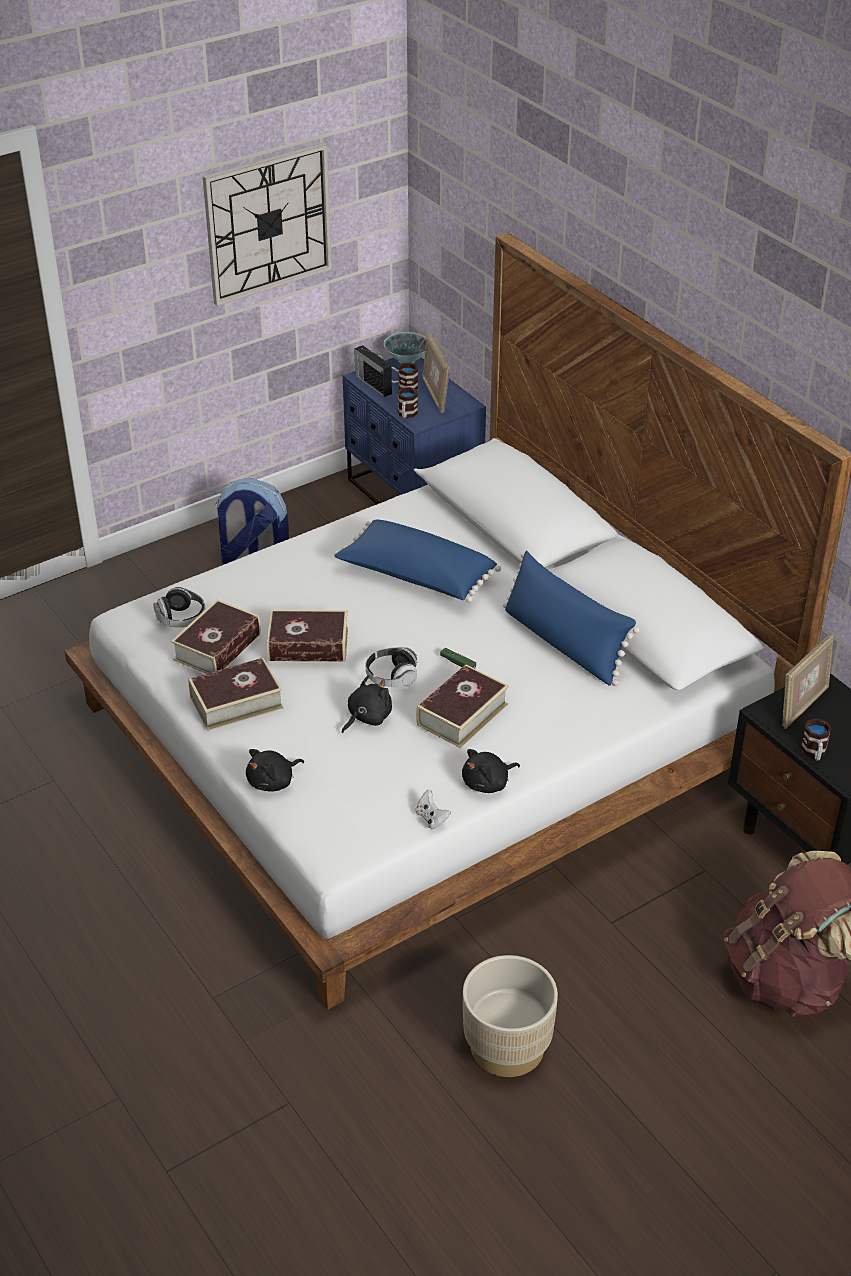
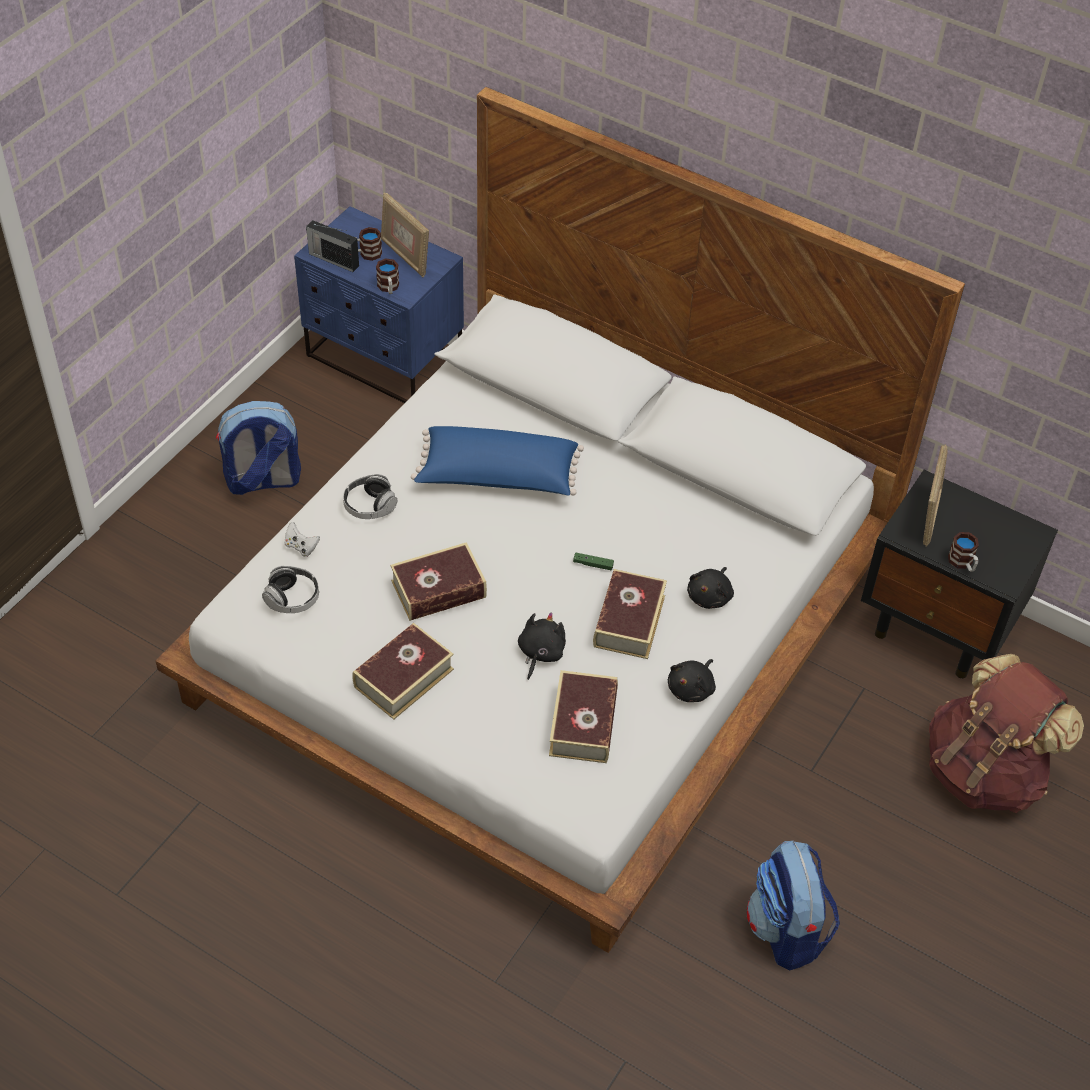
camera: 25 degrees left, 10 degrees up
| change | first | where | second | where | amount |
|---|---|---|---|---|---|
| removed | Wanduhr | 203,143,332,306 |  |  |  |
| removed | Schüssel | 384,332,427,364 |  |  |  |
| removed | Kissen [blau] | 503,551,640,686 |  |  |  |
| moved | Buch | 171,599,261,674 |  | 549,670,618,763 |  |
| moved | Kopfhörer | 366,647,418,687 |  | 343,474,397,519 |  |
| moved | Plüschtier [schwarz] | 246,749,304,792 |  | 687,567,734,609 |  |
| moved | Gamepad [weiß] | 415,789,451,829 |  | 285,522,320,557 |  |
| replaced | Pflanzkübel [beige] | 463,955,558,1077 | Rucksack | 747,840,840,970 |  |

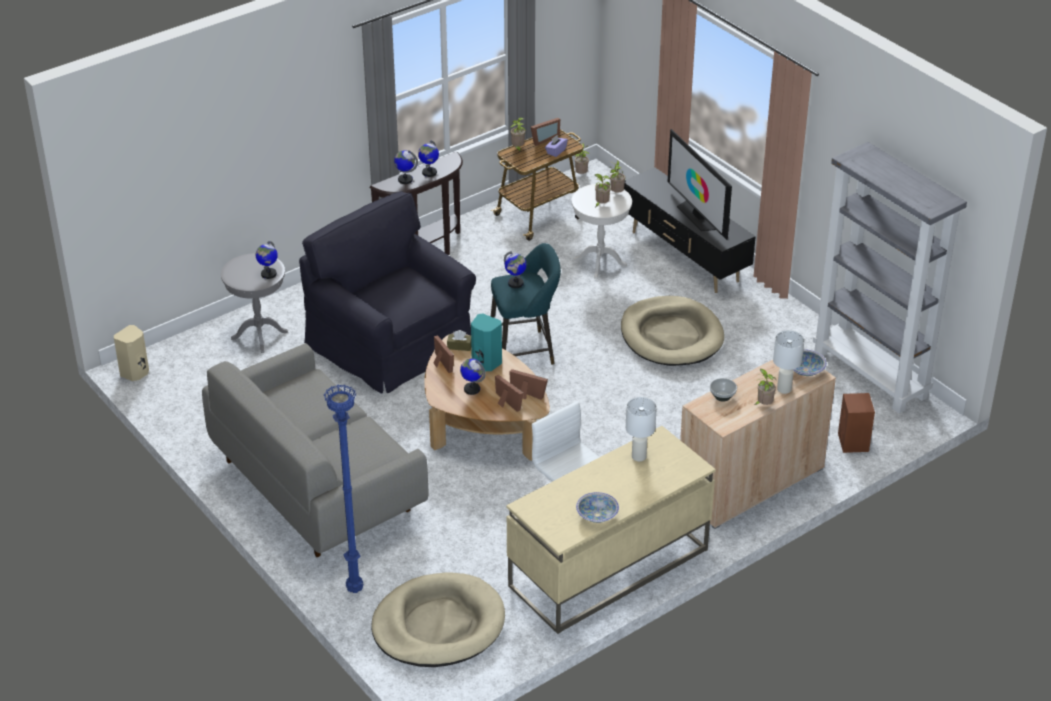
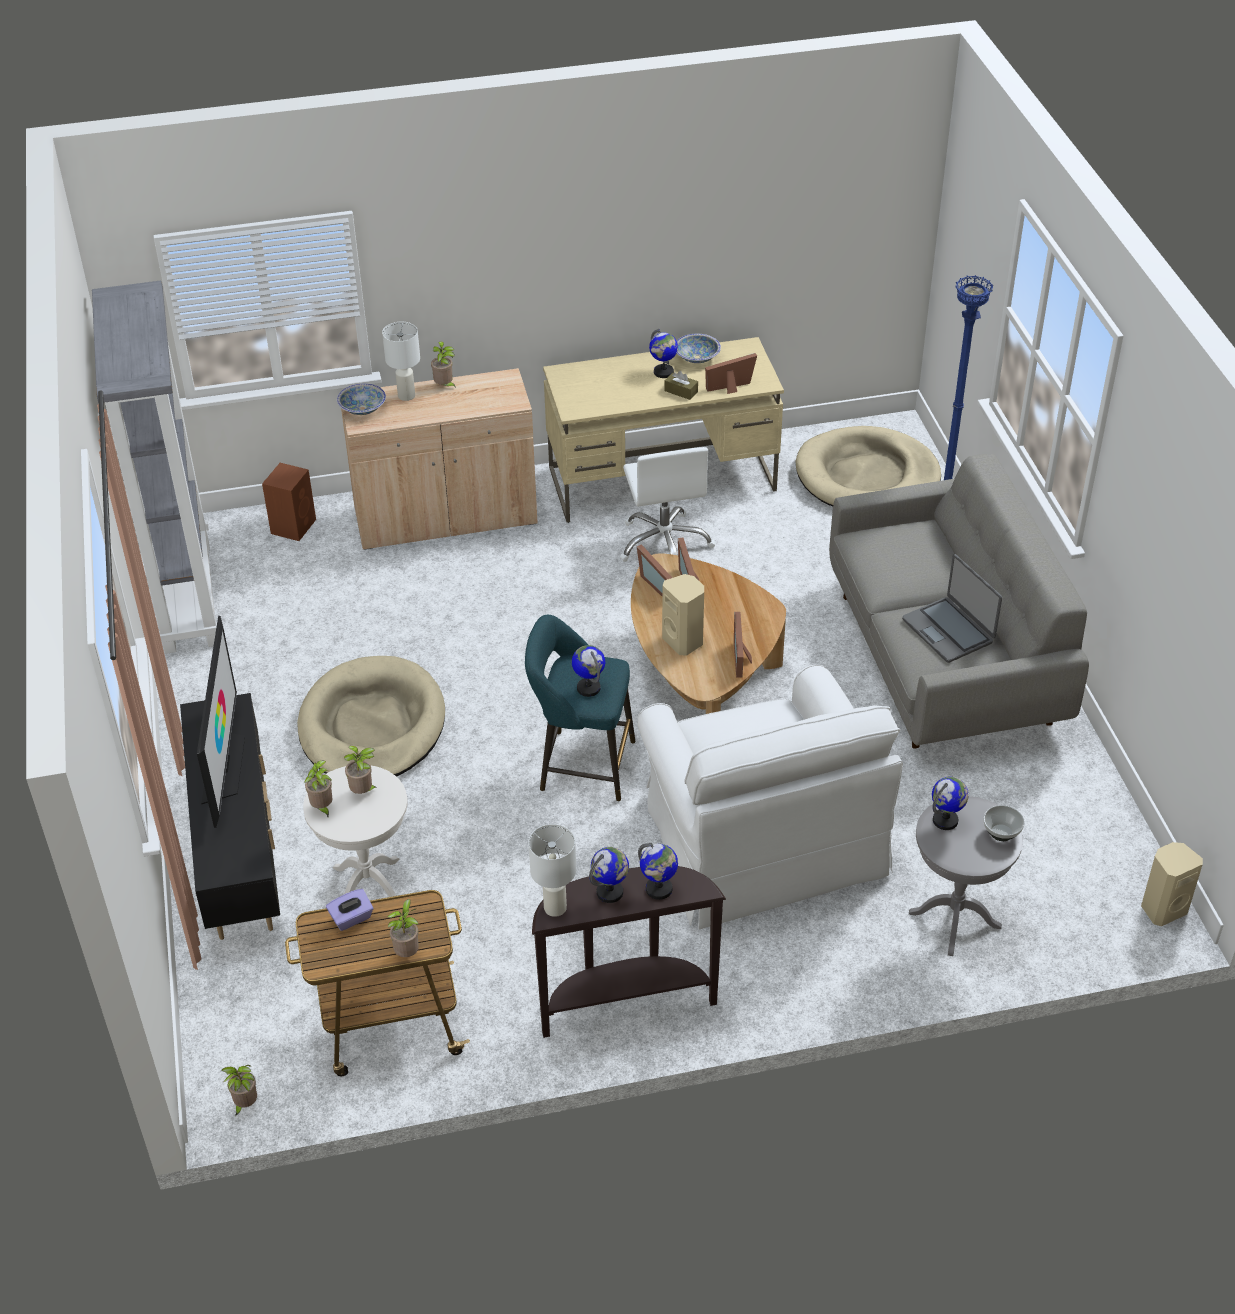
camera: 155 degrees left, 5 degrees up
| change | first | where | second | where | amount |
|---|---|---|---|---|---|
| moved | Bilderrahmen | 531,118,560,146 |  | 705,353,757,394 |  |
| recoloured | Sessel [schwarz] | 299,191,476,394 | Sessel [weiß] | 637,665,903,929 |  |
| recoloured | Lautsprecher [türkis] | 471,313,502,371 | Lautsprecher [beige] | 662,574,704,656 |  |
| moved | Taschentuchbox [braun] | 447,330,471,351 |  | 664,371,698,400 |  |
| moved | Globus | 460,358,486,395 |  | 649,329,678,378 |  |
| moved | Schüssel | 710,378,737,402 |  | 983,805,1025,841 |  |
| moved | Tischlampe [weiß] | 626,397,657,461 |  | 529,824,576,917 |  |
| added |  |  | Laptop | 902,554,1002,663 |  |

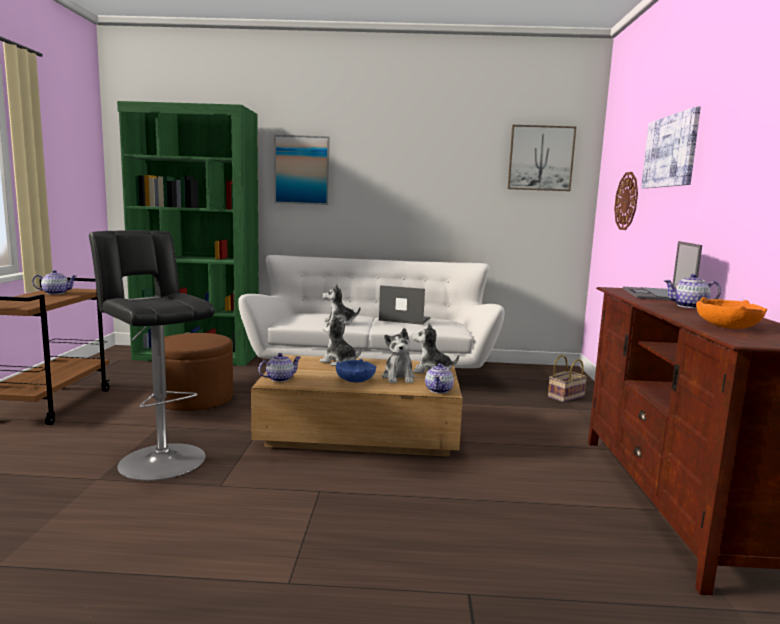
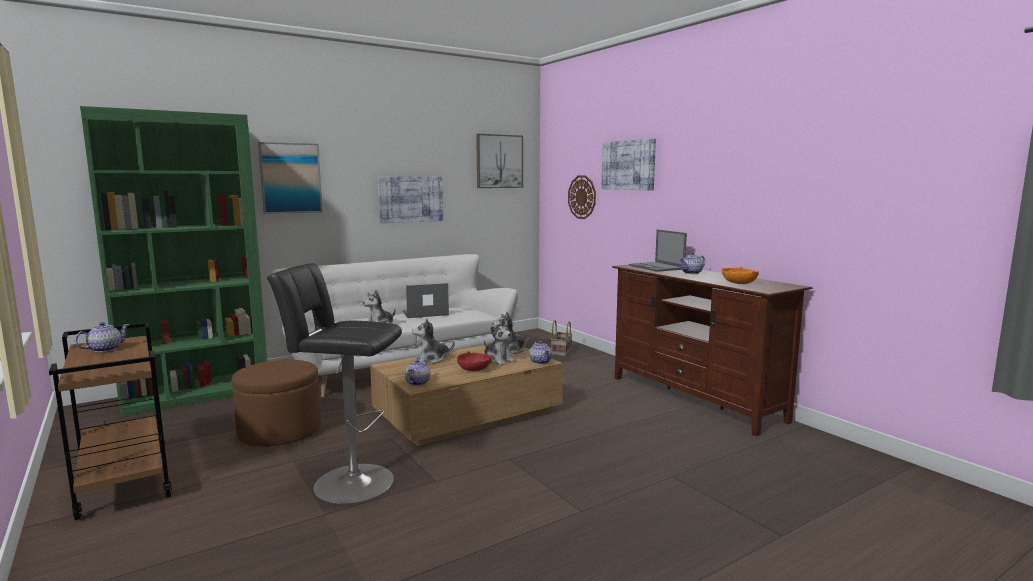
camera: 35 degrees left, 0 degrees up
| change | first | where | second | where | amount |
|---|---|---|---|---|---|
| recoloured | Schüssel [blau] | 336,359,376,383 | Schüssel [rot] | 457,351,492,371 |  |
| added |  |  | Bild | 378,176,443,223 |  |

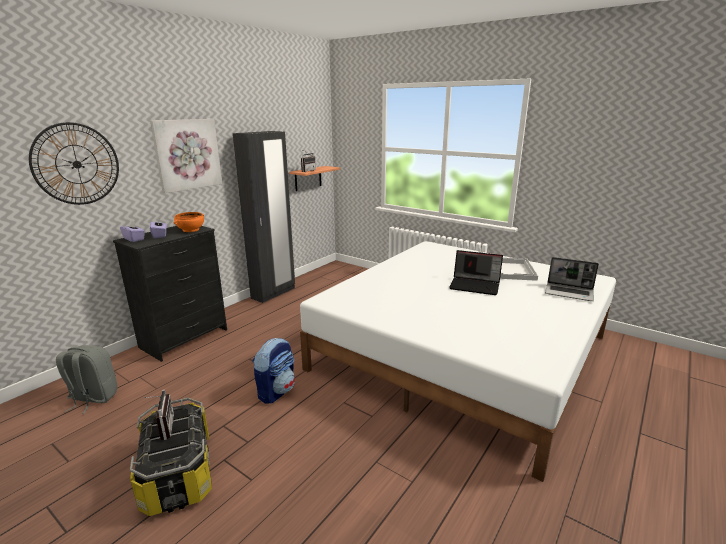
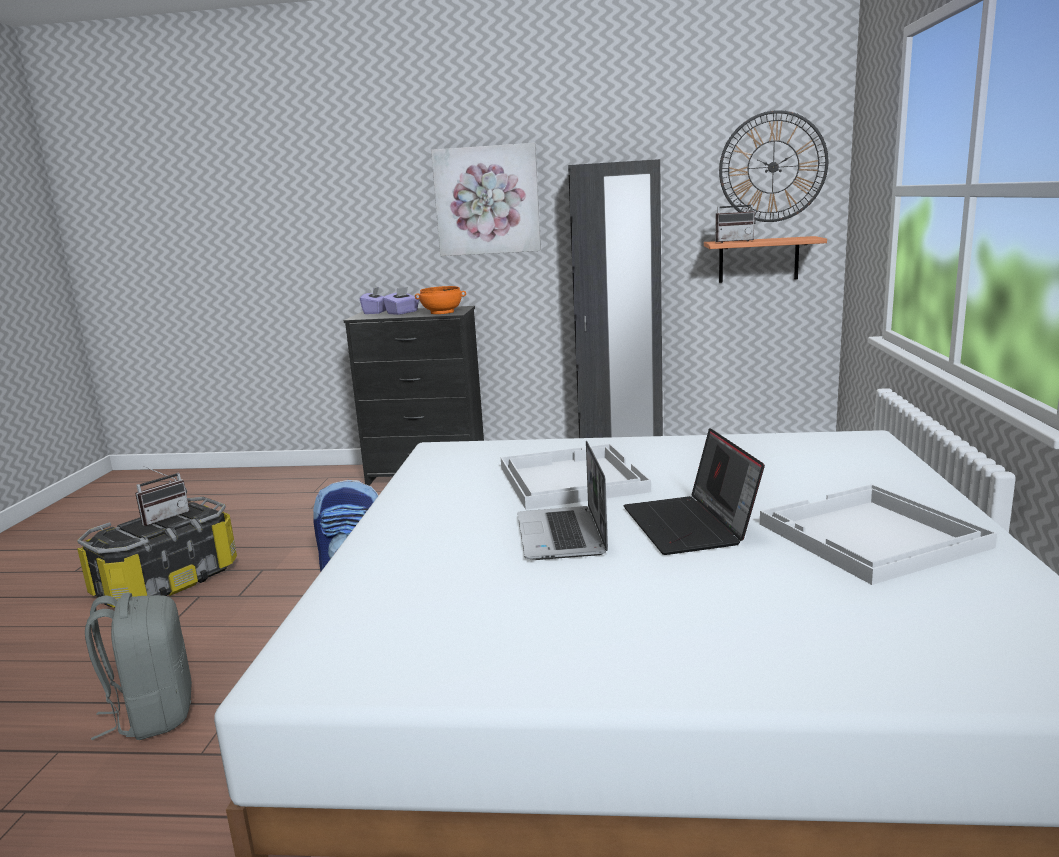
camera: 60 degrees right, 5 degrees down
| change | first | where | second | where | amount |
|---|---|---|---|---|---|
| moved | Wanduhr | 29,122,119,205 |  | 719,110,828,222 |  |
| moved | Laptop | 545,257,599,301 |  | 517,441,608,560 |  |
| moved | Rucksack [grau] | 56,345,117,414 |  | 85,593,192,740 |  |
| added |  |  | Tablett [weiß] | 501,444,651,510 |  |

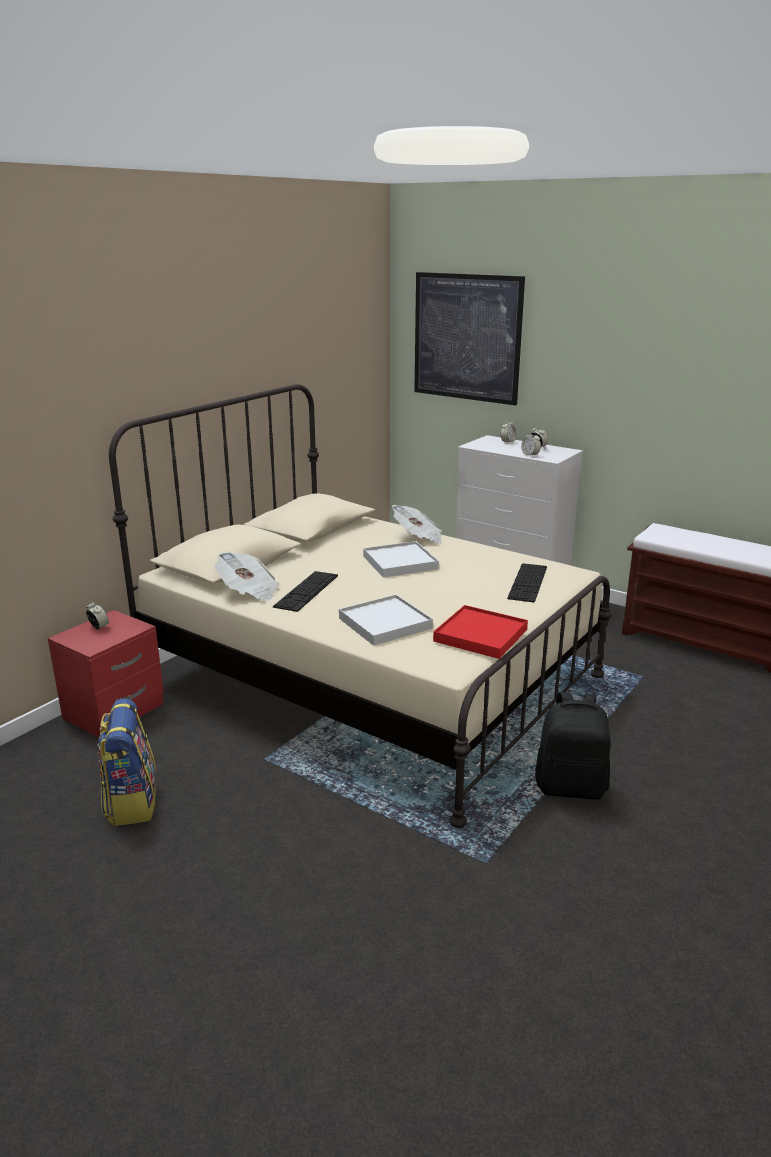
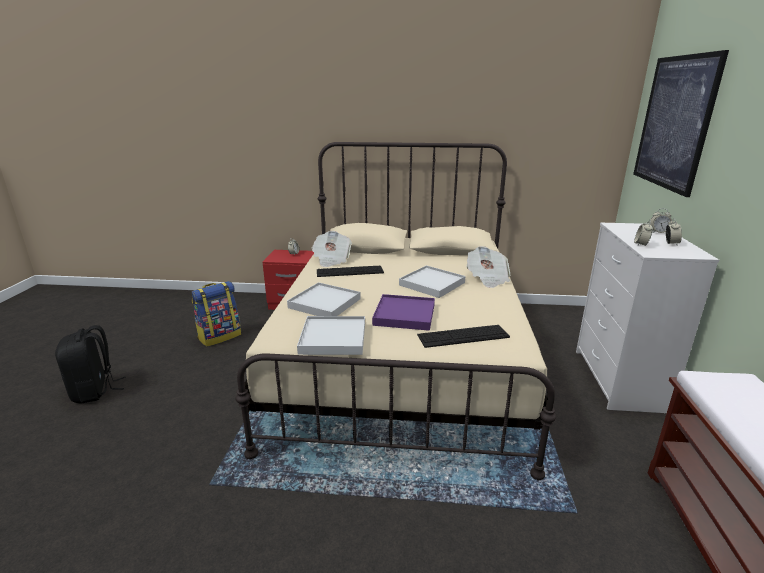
camera: 60 degrees right, 0 degrees up
| change | first | where | second | where | amount |
|---|---|---|---|---|---|
| recoloured | Tablett [rot] | 433,605,528,659 | Tablett [weiß] | 297,316,365,355 |  |
| moved | Rucksack [schwarz] | 535,692,611,800 |  | 55,325,126,403 |  |
| added |  |  | Tablett [lila] | 372,294,435,331 |  |

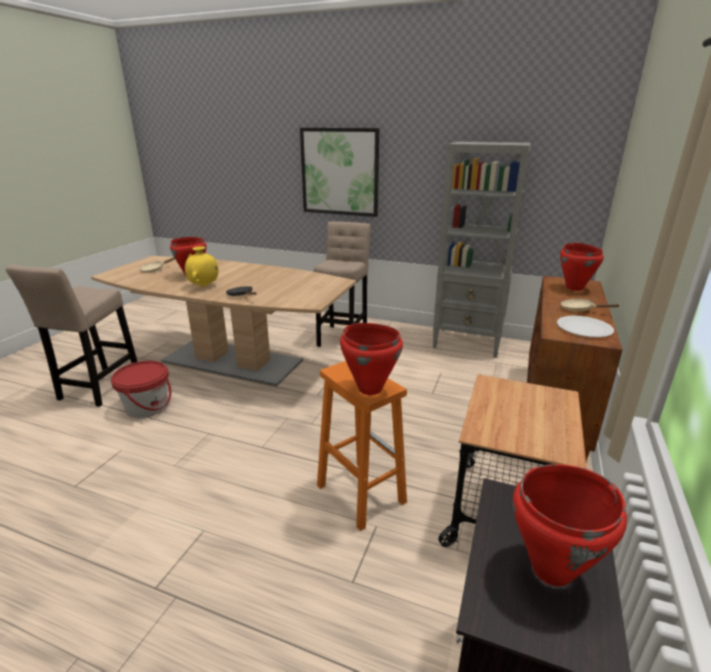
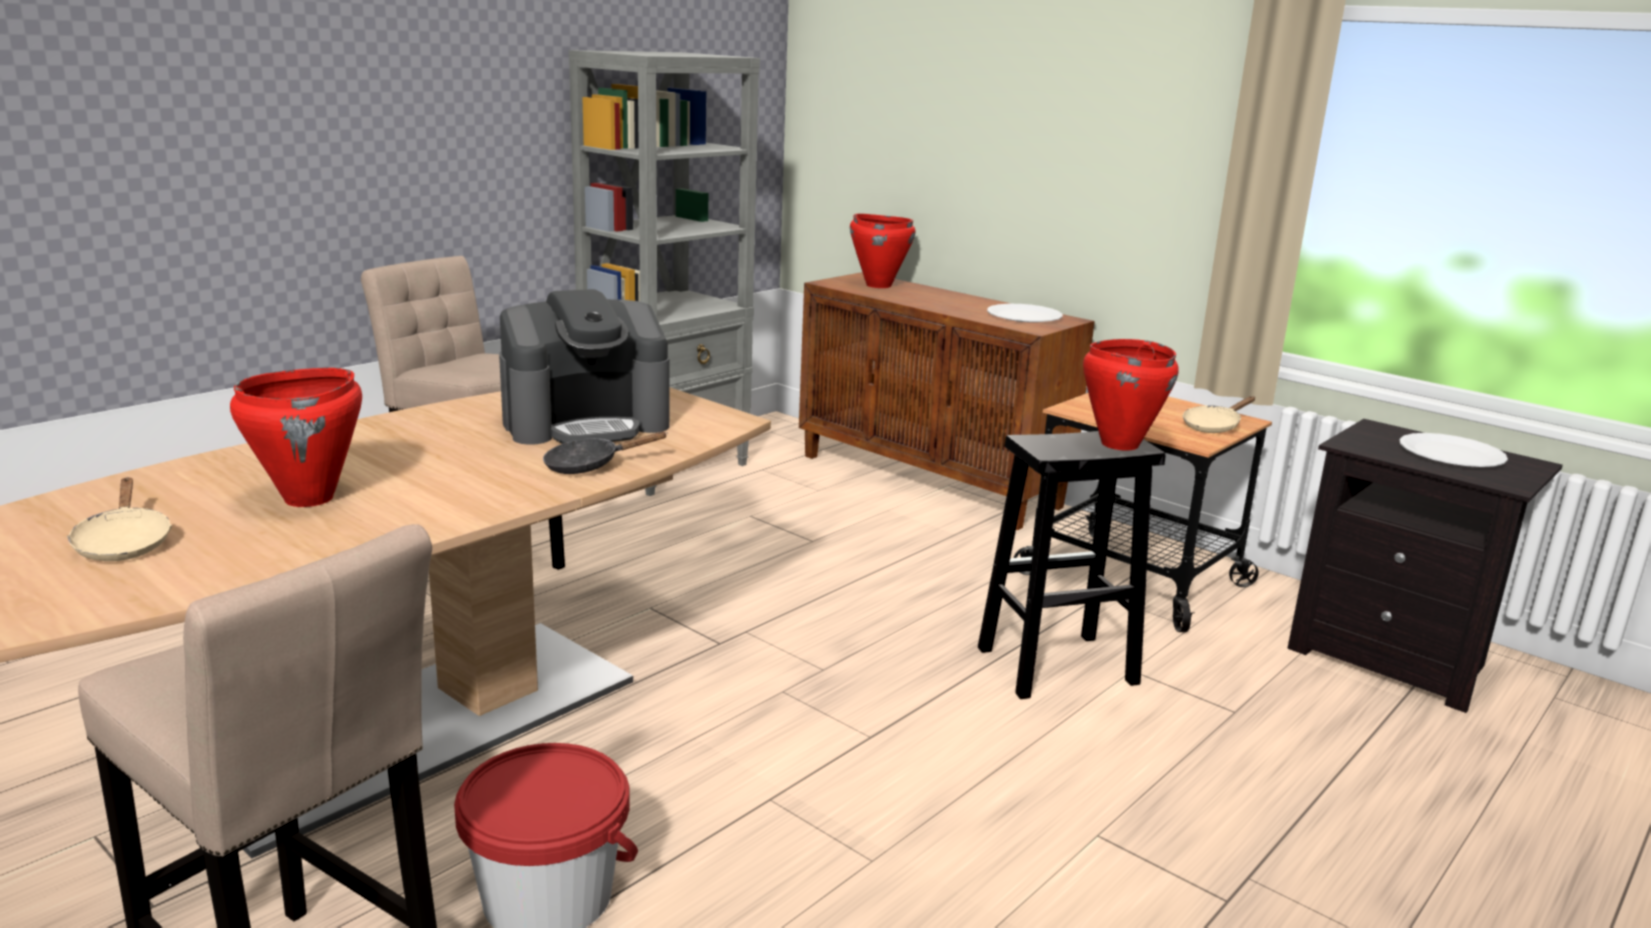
camera: 70 degrees left, 5 degrees down
| change | first | where | second | where | amount |
|---|---|---|---|---|---|
| removed | Bild | 300,128,379,217 |  |  |  |
| removed | Vase [gelb] | 185,246,218,287 |  |  |  |
| moved | Pfanne [beige] | 561,299,620,311 |  | 1183,396,1255,433 |  |
| recoloured | Hocker [orange] | 317,361,407,531 | Hocker [schwarz] | 978,431,1166,699 |  |
| replaced | Kochtopf [rot] | 513,464,627,587 | Teller [weiß] | 1400,433,1508,467 |  |
| added |  |  | Kaffeemaschine | 499,289,670,445 |  |

